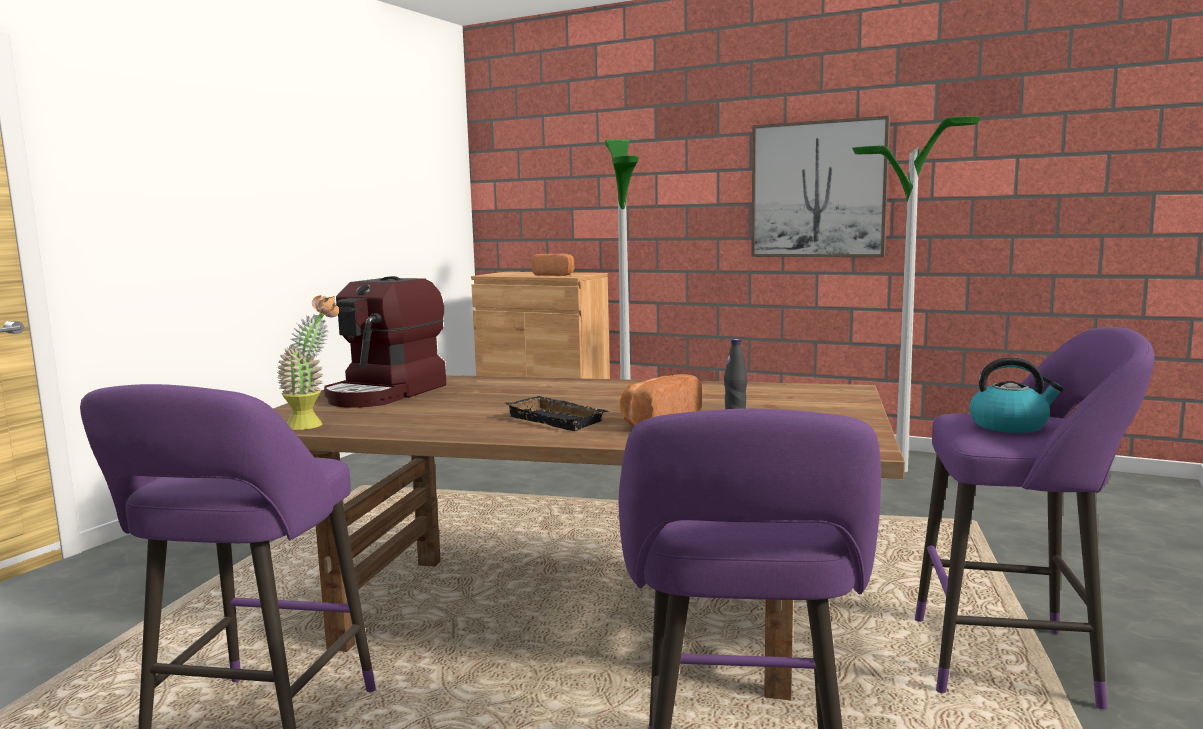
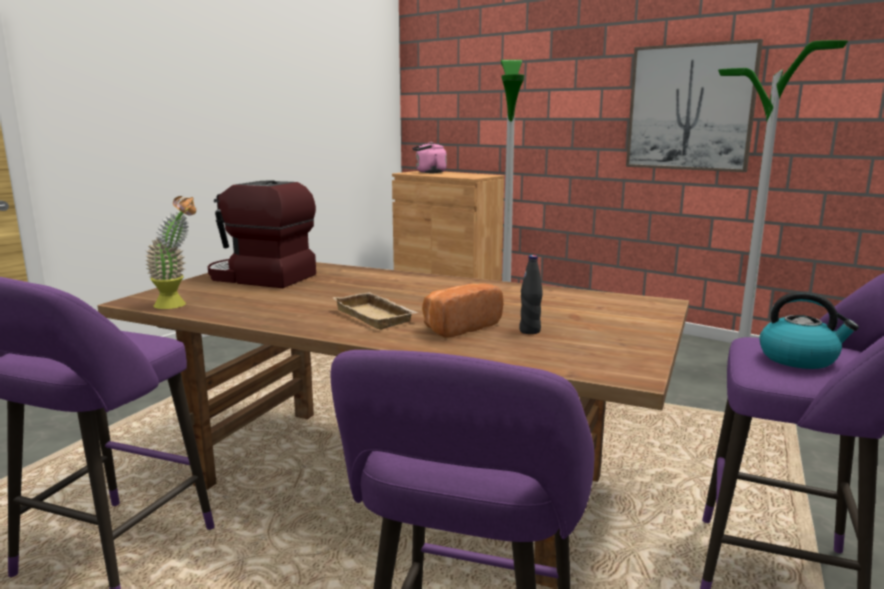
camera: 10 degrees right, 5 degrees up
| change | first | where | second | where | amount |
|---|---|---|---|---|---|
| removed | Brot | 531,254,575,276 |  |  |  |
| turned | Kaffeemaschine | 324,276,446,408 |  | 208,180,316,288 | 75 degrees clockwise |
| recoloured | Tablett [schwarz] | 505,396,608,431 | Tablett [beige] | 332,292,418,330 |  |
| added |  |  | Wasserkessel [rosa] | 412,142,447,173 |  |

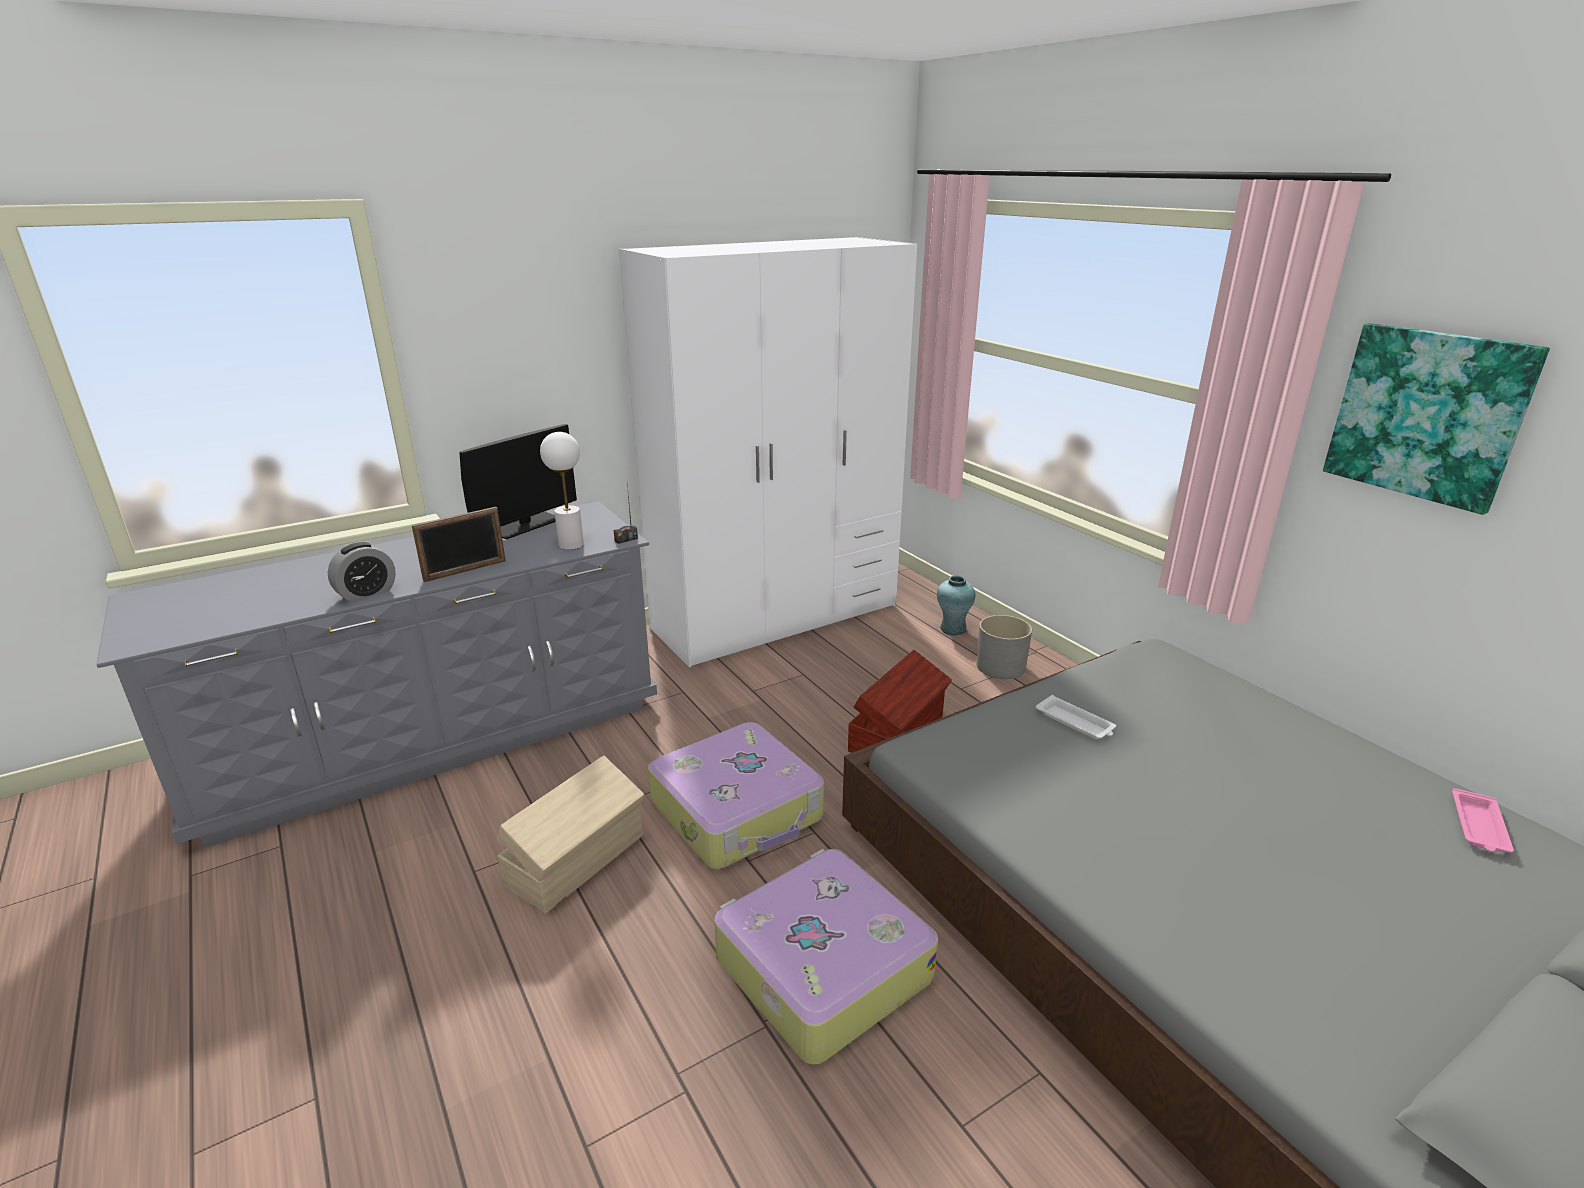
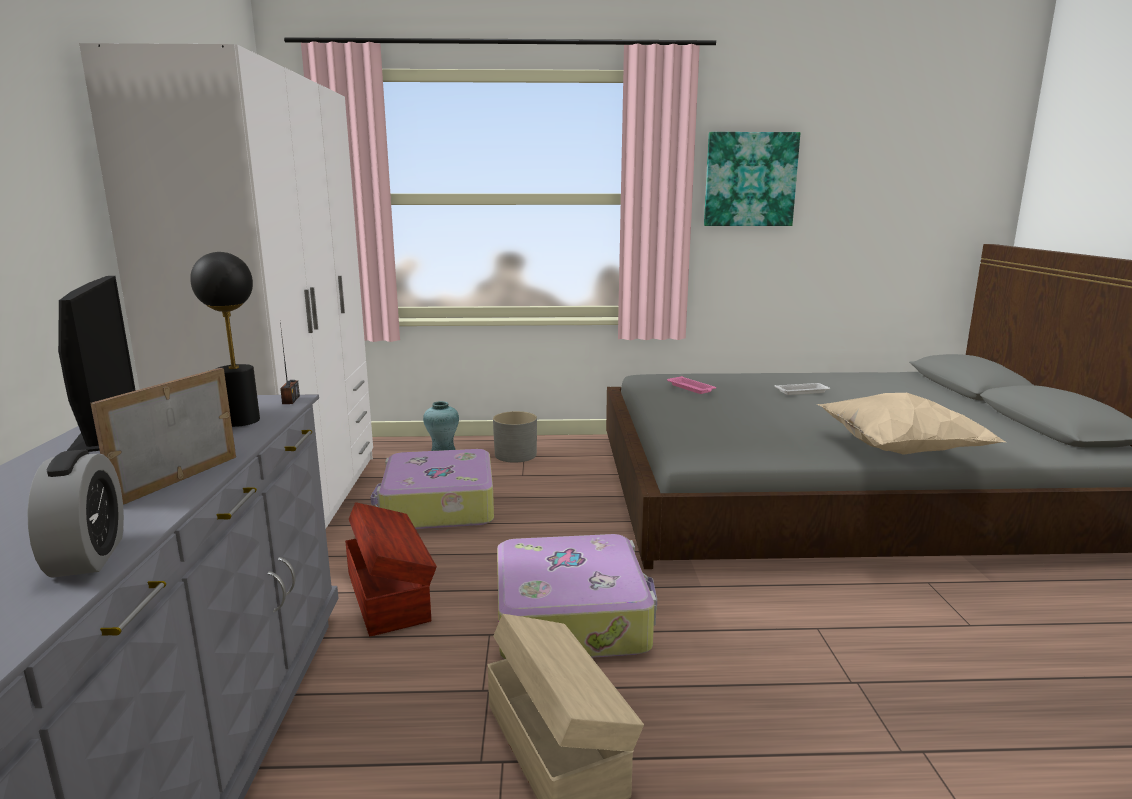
camera: 60 degrees left, 10 degrees down
| change | first | where | second | where | amount |
|---|---|---|---|---|---|
| recoloured | Tischlampe [weiß] | 540,432,584,550 | Tischlampe [schwarz] | 190,252,260,427 |  |
| turned | Bilderrahmen | 412,507,506,582 |  | 90,368,236,505 | 150 degrees counterclockwise |
| moved | Aufbewahrungsbox [braun] | 848,650,952,753 |  | 345,502,437,637 |  |
| moved | Tablett [weiß] | 1036,695,1116,739 |  | 775,383,830,395 |  |
| moved | Tablett [rosa] | 1452,788,1514,853 |  | 667,376,716,394 |  |
| moved | Koffer | 714,849,938,1065 |  | 370,449,494,529 |  |
| added |  |  | Kissen [beige] | 817,393,1005,455 |  |

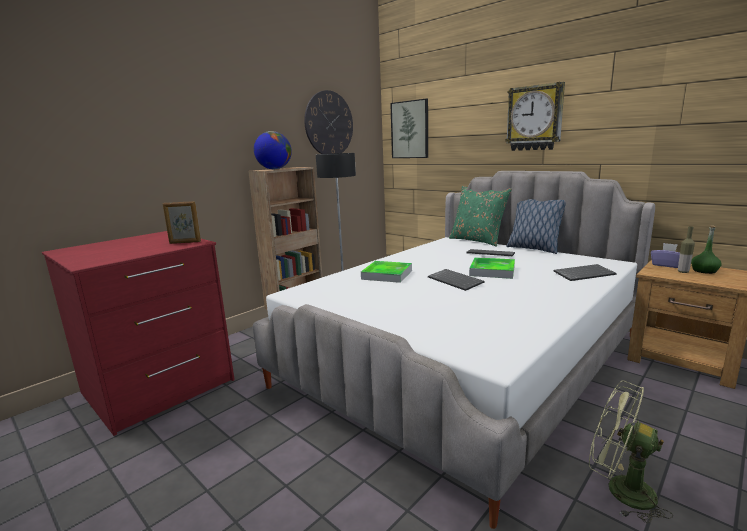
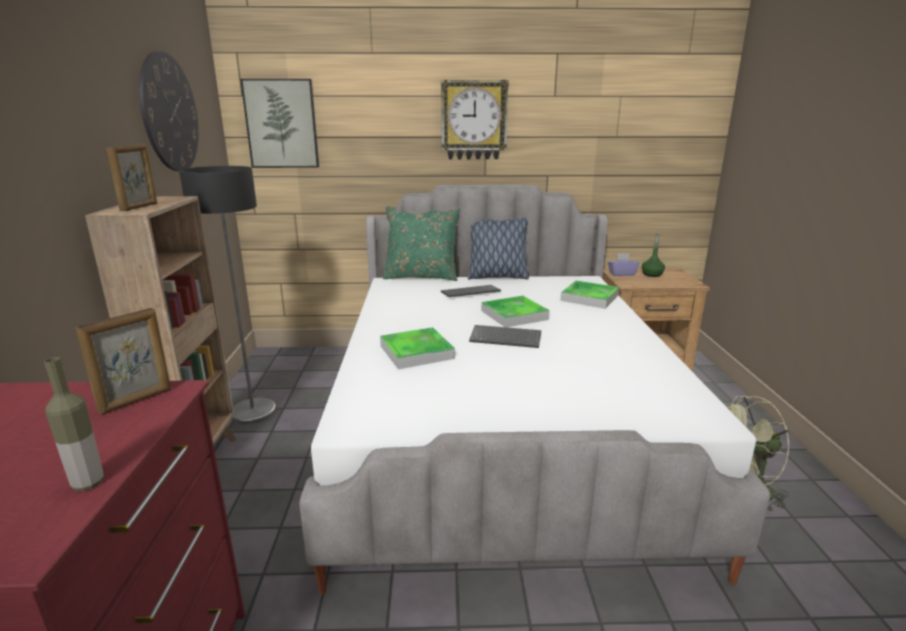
camera: 45 degrees left, 5 degrees up
| change | first | where | second | where | amount |
|---|---|---|---|---|---|
| replaced | Globus | 254,131,292,169 | Bilderrahmen | 107,145,157,211 |  |
| moved | Flasche | 678,226,695,273 |  | 44,357,104,491 |  |
| replaced | Tastatur | 553,264,617,281 | Tablett | 560,280,619,309 |  |

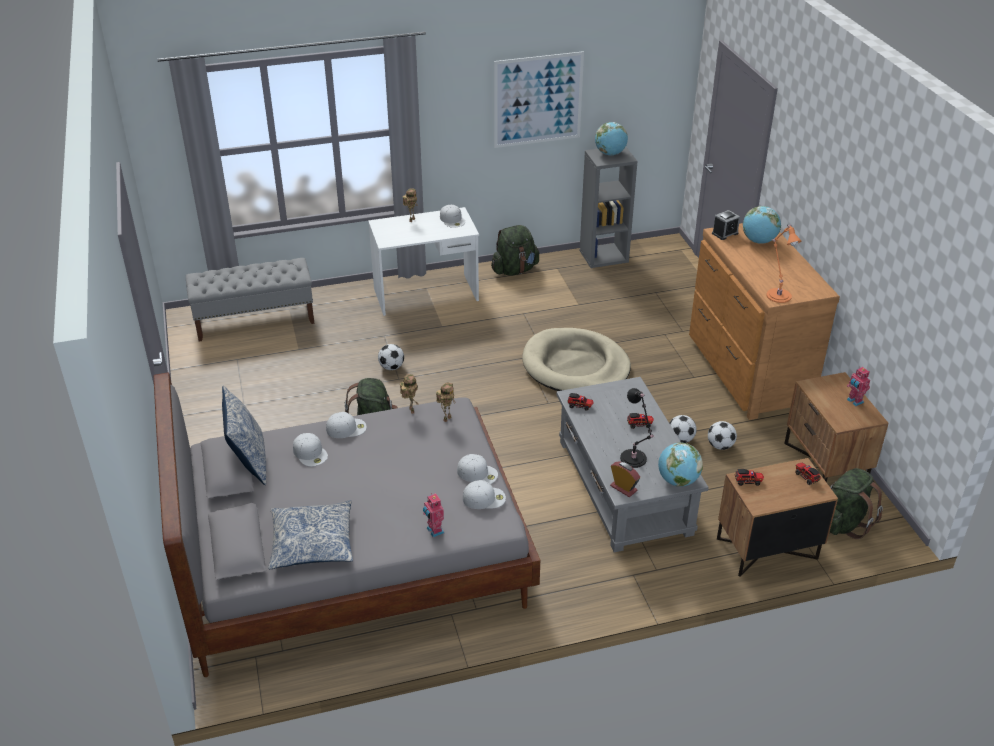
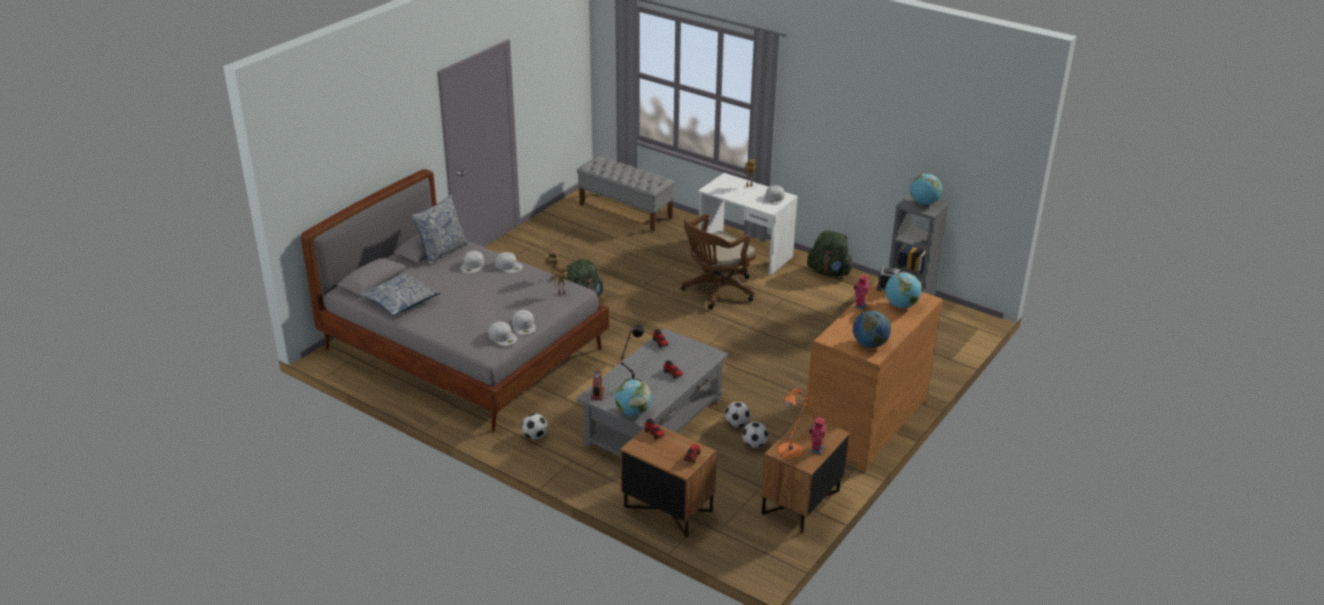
camera: 50 degrees right, 5 degrees down
| change | first | where | second | where | amount |
|---|---|---|---|---|---|
| removed | Bild | 494,51,584,148 |  |  |  |
| moved | Tischlampe [orange] | 766,224,802,303 |  | 778,385,808,459 |  |
| removed | Hundebett [beige] | 522,328,631,391 |  |  |  |
| moved | Fußball | 378,344,404,370 |  | 521,414,548,440 |  |
| removed | Rucksack [grün] | 830,468,883,539 |  |  |  |
| moved | Spielzeugroboter | 423,493,444,537 |  | 854,275,869,310 |  |
| added |  |  | Bürostuhl [braun] | 681,213,756,309 |  |
| added |  |  | Globus | 853,310,891,348 |  |

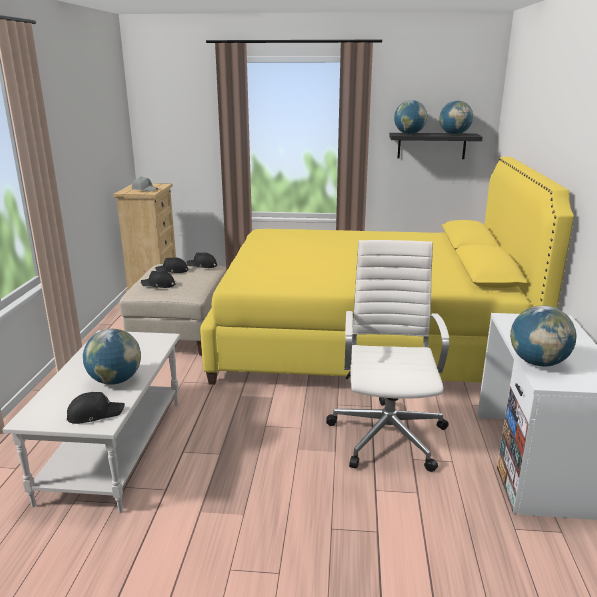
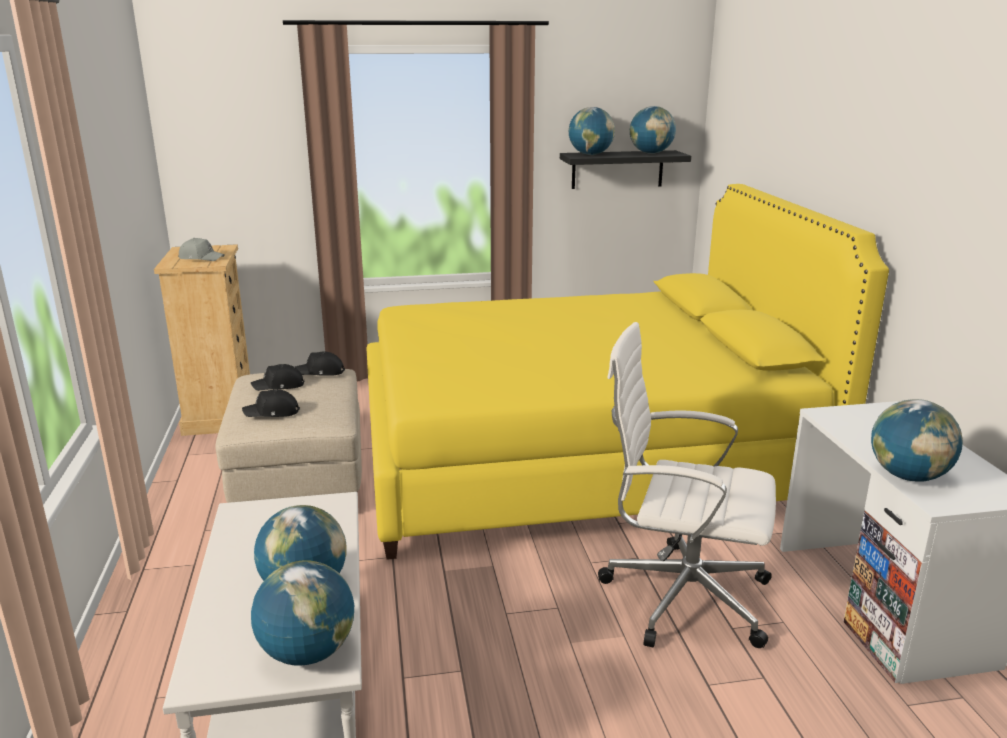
camera: 15 degrees left, 0 degrees up
| change | first | where | second | where | amount |
|---|---|---|---|---|---|
| turned | Bürostuhl [weiß] | 326,240,449,472 |  | 598,322,776,648 | 60 degrees counterclockwise |
| replaced | Kappe [schwarz] | 67,392,125,424 | Globus | 251,560,354,666 |  |

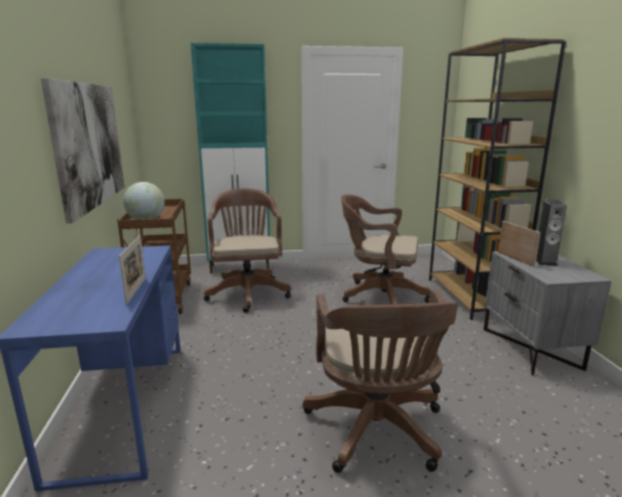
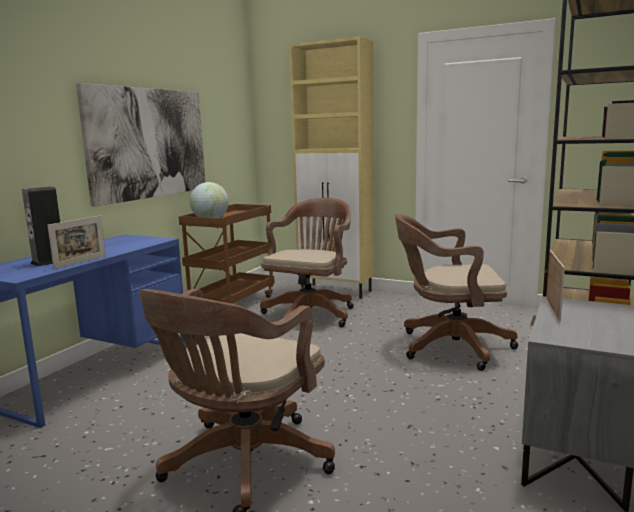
camera: 35 degrees right, 5 degrees down
| change | first | where | second | where | amount |
|---|---|---|---|---|---|
| recoloured | Schrank [türkis] | 191,43,270,274 | Schrank [beige] | 289,36,374,299 |  |
| turned | Bürostuhl [braun] | 341,194,430,305 |  | 395,214,518,371 | 45 degrees counterclockwise |
| moved | Lautsprecher | 536,200,567,266 |  | 22,187,60,267 |  |

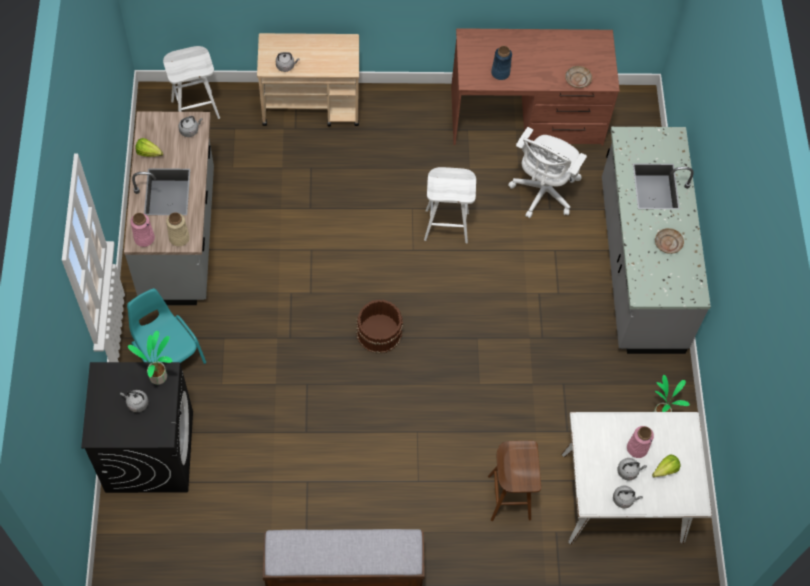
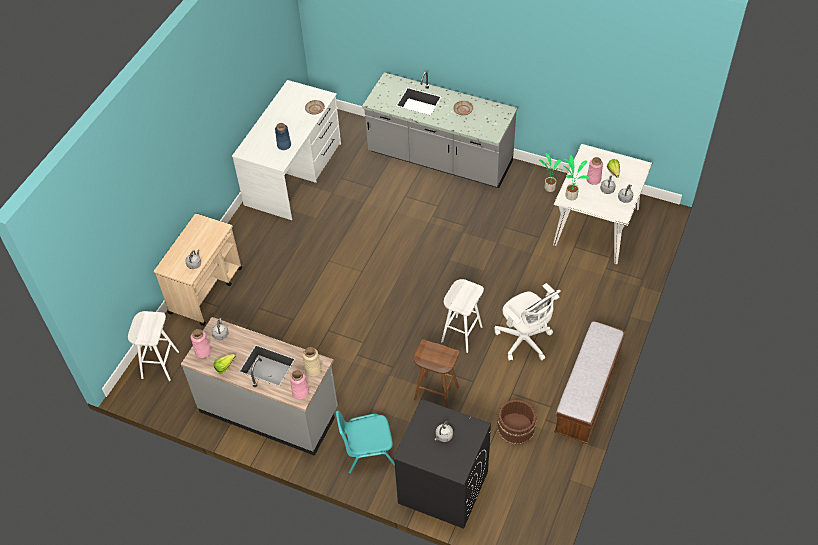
camera: 60 degrees left, 10 degrees down
| change | first | where | second | where | amount |
|---|---|---|---|---|---|
| recoloured | Schreibtisch [braun] | 451,28,620,146 | Schreibtisch [weiß] | 232,80,341,220 |  |
| moved | Bürostuhl [weiß] | 508,127,587,218 |  | 495,283,561,361 |  |
| moved | Hocker [weiß] | 424,167,476,244 |  | 441,279,484,353 |  |
| moved | Eimer [braun] | 356,300,403,354 |  | 497,400,537,445 |  |
| moved | Topfpflanze | 128,331,173,385 |  | 564,155,589,200 |  |
| moved | Hocker [braun] | 488,441,541,521 |  | 414,339,459,408 |  |
| added |  |  | Vase [rosa] | 191,329,211,358 |  |

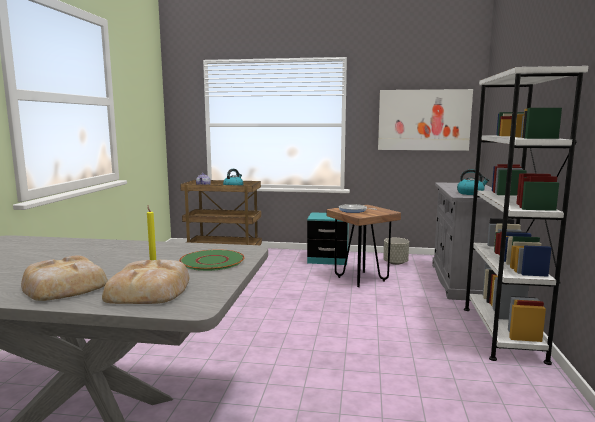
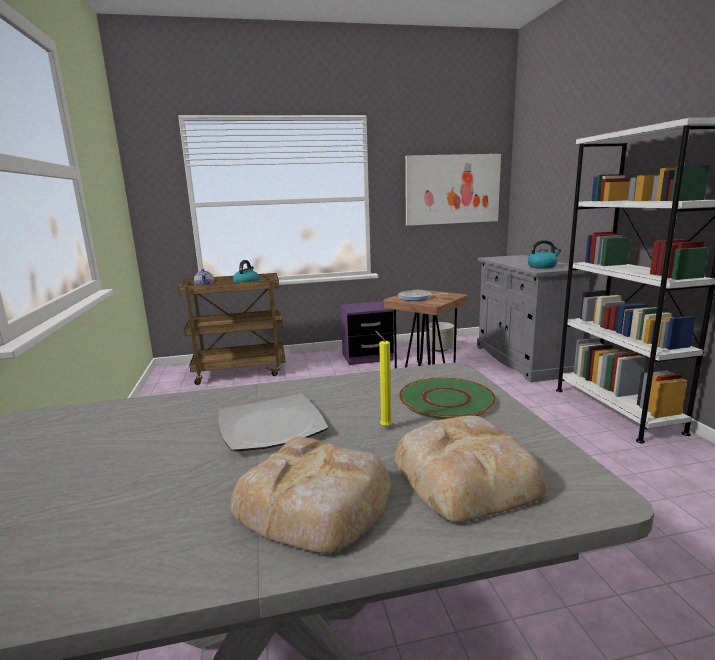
camera: 20 degrees left, 5 degrees up
| change | first | where | second | where | amount |
|---|---|---|---|---|---|
| recoloured | Nachttisch [türkis] | 307,212,349,265 | Nachttisch [lila] | 340,301,394,365 |  |
| added |  |  | Teller | 218,394,328,452 |  |

